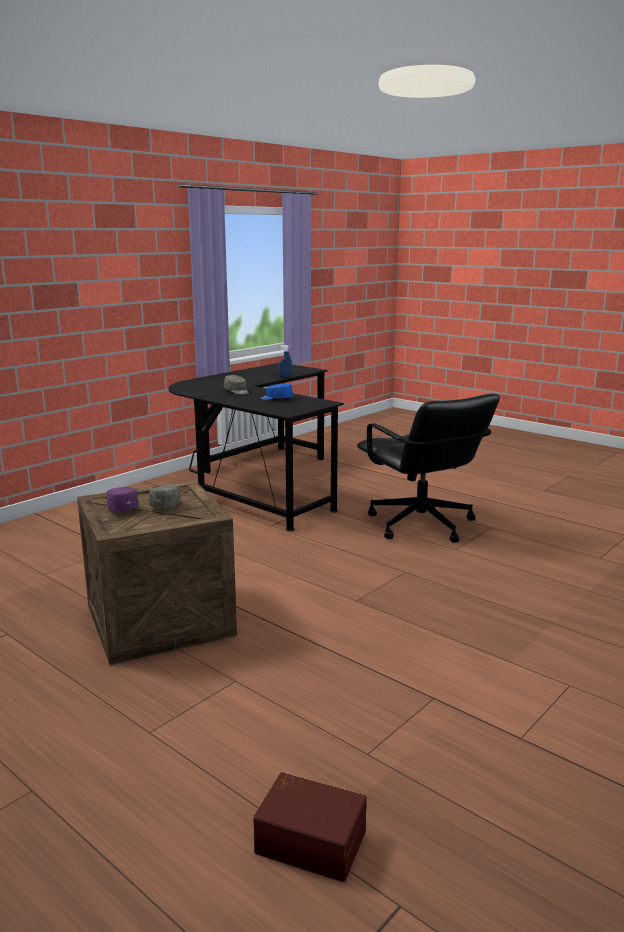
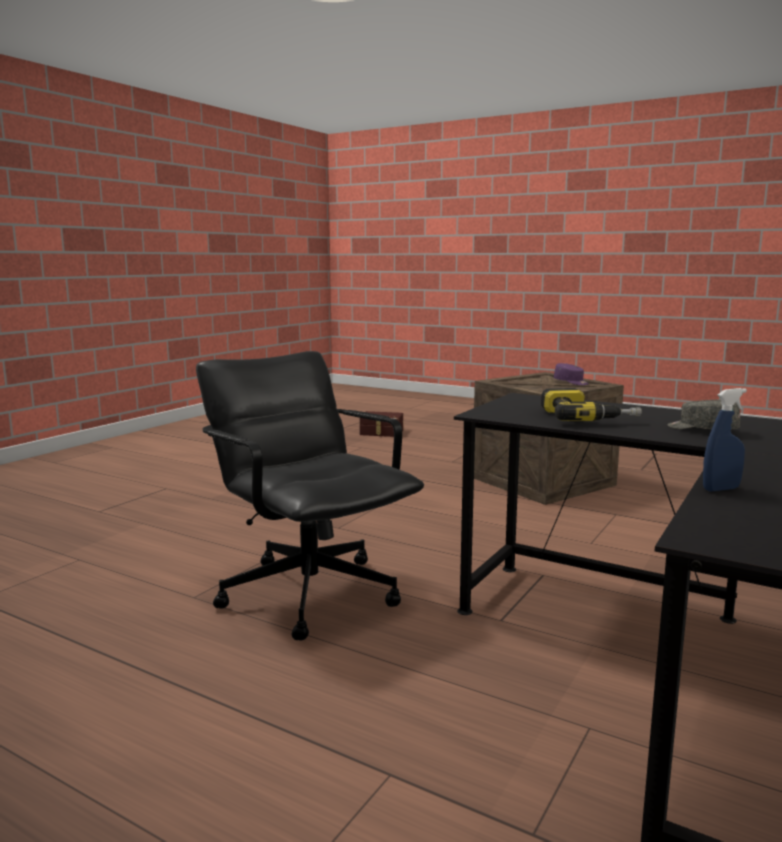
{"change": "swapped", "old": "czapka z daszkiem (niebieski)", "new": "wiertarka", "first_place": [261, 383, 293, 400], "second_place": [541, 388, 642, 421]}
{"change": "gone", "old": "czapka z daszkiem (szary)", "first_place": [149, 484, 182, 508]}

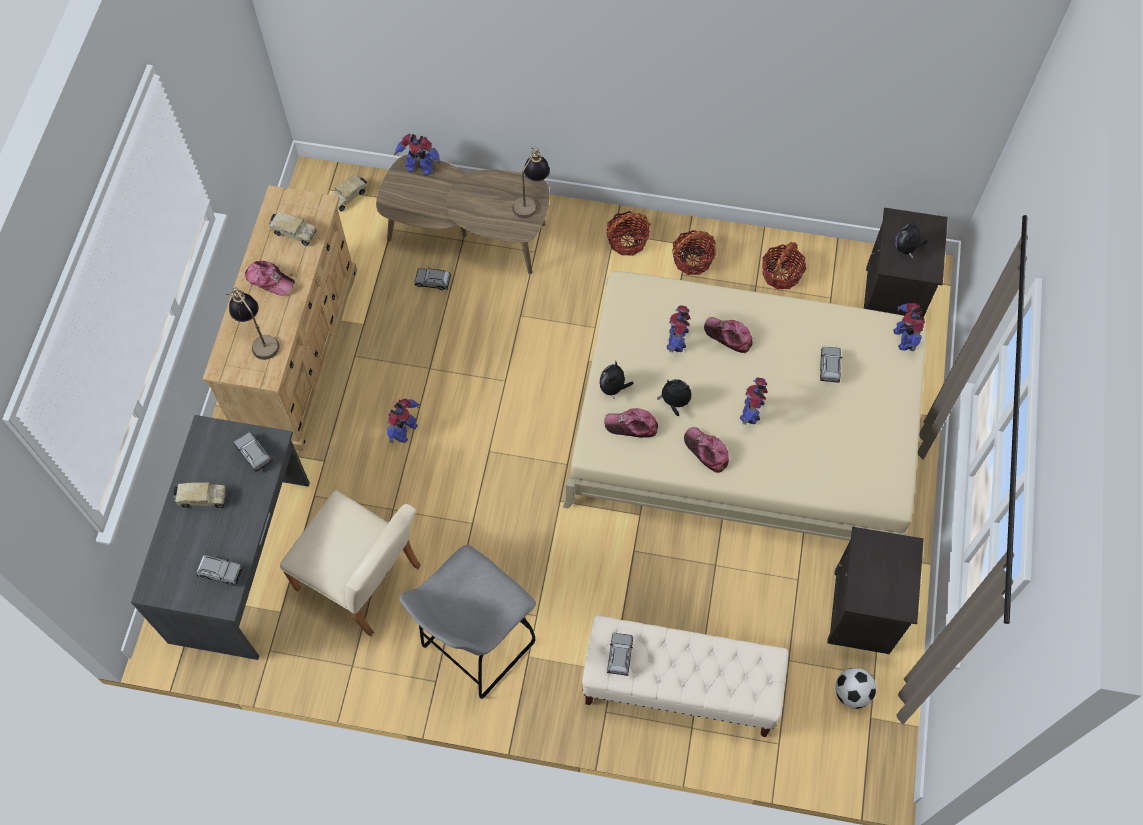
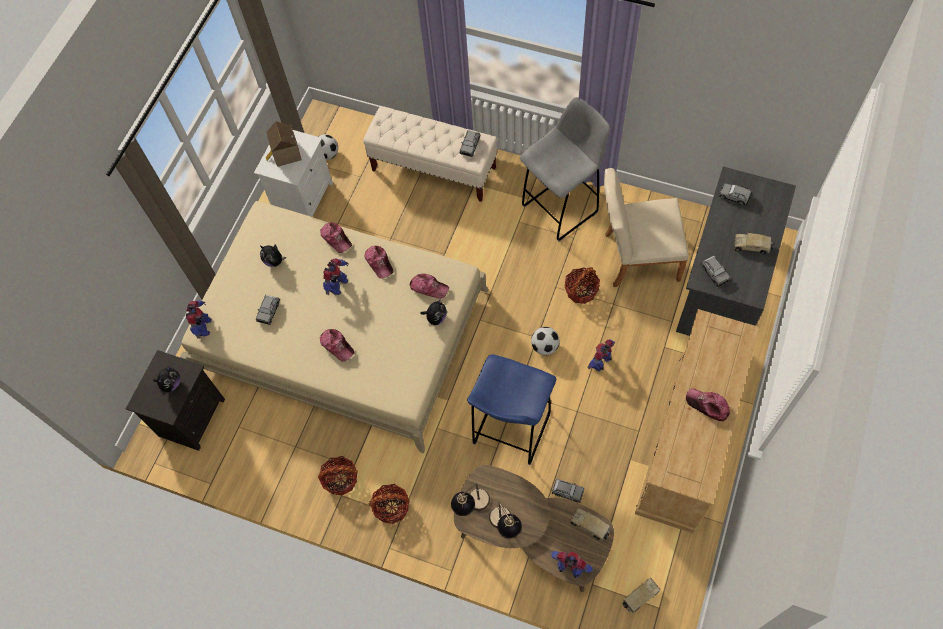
{"change": "repainted", "old": "szafka nocna (czarny)", "new": "szafka nocna (biały)", "first_place": [827, 527, 924, 654], "second_place": [254, 130, 333, 217]}
{"change": "shifted", "old": "pluszak", "first_place": [657, 379, 691, 416], "second_place": [260, 245, 286, 267]}
{"change": "new", "new": "domek", "second_place": [266, 121, 302, 167]}
{"change": "new", "new": "czapka z daszkiem", "second_place": [320, 222, 352, 253]}
{"change": "new", "new": "stołek (niebieski)", "second_place": [467, 354, 556, 465]}
{"change": "shifted", "old": "lampa stołowa", "first_place": [226, 288, 280, 360], "second_place": [489, 502, 522, 539]}
{"change": "new", "new": "piłka futbolowa", "second_place": [531, 327, 560, 355]}
{"change": "shifted", "old": "koszyk", "first_place": [762, 242, 806, 290], "second_place": [565, 267, 600, 304]}
{"change": "shifted", "old": "ciężarówka zabawkowa", "first_place": [269, 212, 317, 246], "second_place": [570, 508, 611, 541]}
{"change": "rotated", "old": "krzesło (beżowy)", "first_place": [280, 490, 421, 636], "second_place": [604, 168, 688, 287], "degrees": -45}
{"change": "gone", "old": "robot zabawkowy", "first_place": [667, 306, 691, 353]}

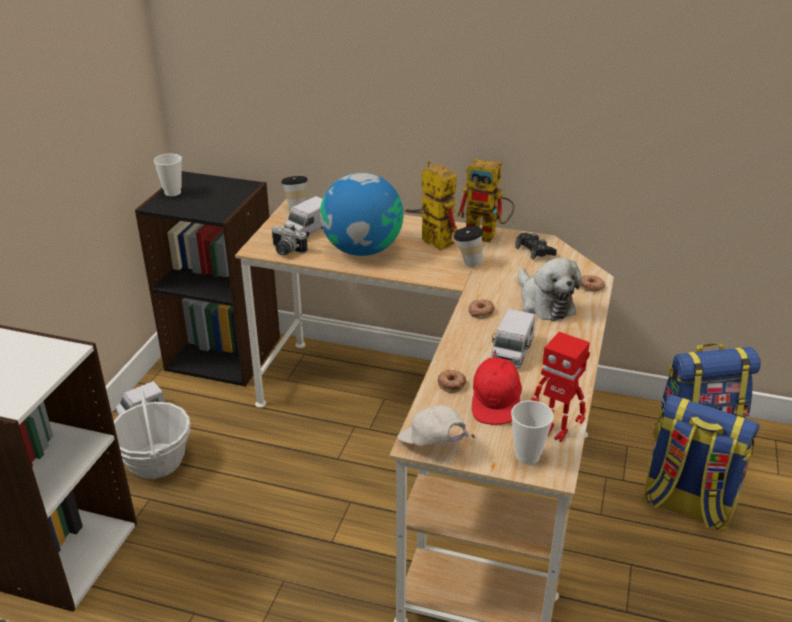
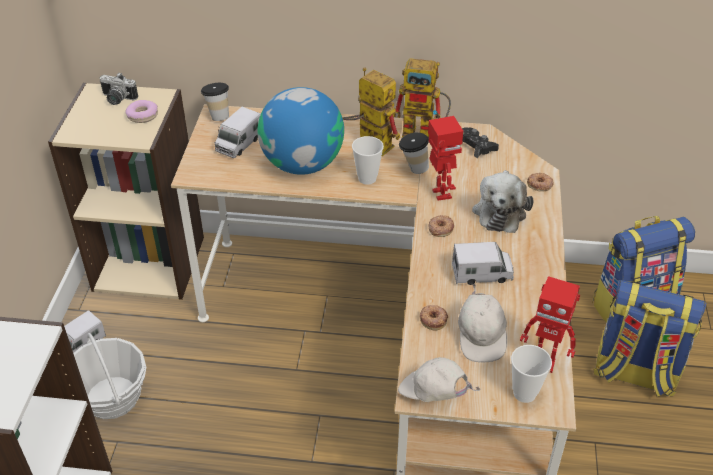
{"change": "repainted", "old": "regał (czarny)", "new": "regał (beżowy)", "first_place": [135, 171, 280, 387], "second_place": [48, 83, 204, 300]}
{"change": "shifted", "old": "aparat fotograficzny", "first_place": [271, 224, 307, 256], "second_place": [100, 73, 138, 105]}
{"change": "new", "new": "donut", "second_place": [126, 100, 158, 123]}
{"change": "shifted", "old": "filiżanka", "first_place": [154, 154, 182, 196], "second_place": [352, 136, 384, 185]}
{"change": "new", "new": "robot zabawkowy", "second_place": [428, 116, 463, 200]}
{"change": "rotated", "old": "ciężarówka zabawkowa", "first_place": [491, 309, 535, 369], "second_place": [452, 242, 514, 285], "degrees": -105}
{"change": "repainted", "old": "czapka z daszkiem (czerwony)", "new": "czapka z daszkiem (biały)", "first_place": [472, 350, 522, 425], "second_place": [458, 283, 507, 363]}
{"change": "rotated", "old": "pluszak", "first_place": [518, 258, 582, 321], "second_place": [472, 170, 533, 233], "degrees": 45}

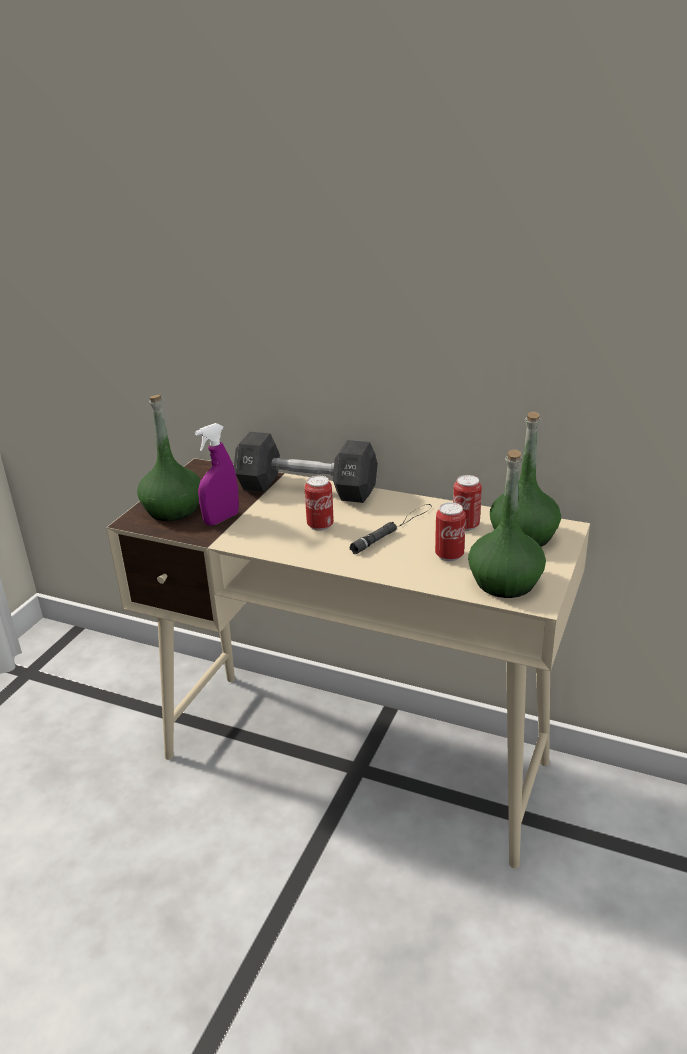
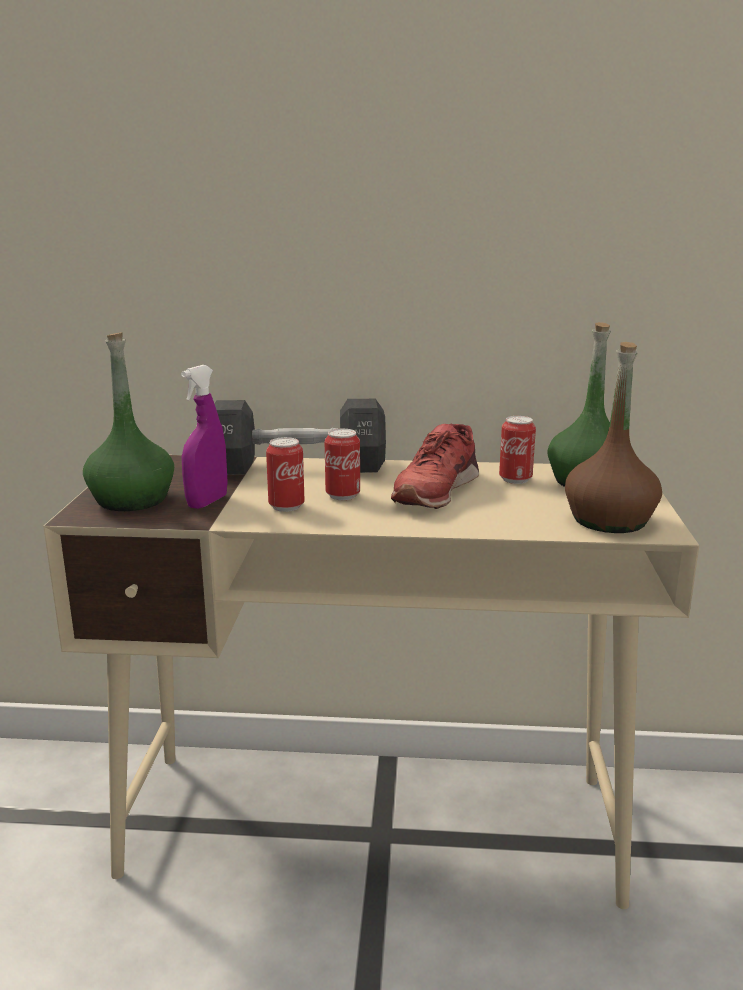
{"change": "shifted", "old": "puszka", "first_place": [435, 502, 466, 561], "second_place": [266, 437, 305, 512]}
{"change": "swapped", "old": "latarka (czarny)", "new": "but (czerwony)", "first_place": [349, 504, 432, 554], "second_place": [391, 424, 479, 509]}
{"change": "repainted", "old": "butelka (zielony)", "new": "butelka (brązowy)", "first_place": [468, 450, 546, 598], "second_place": [565, 342, 662, 533]}

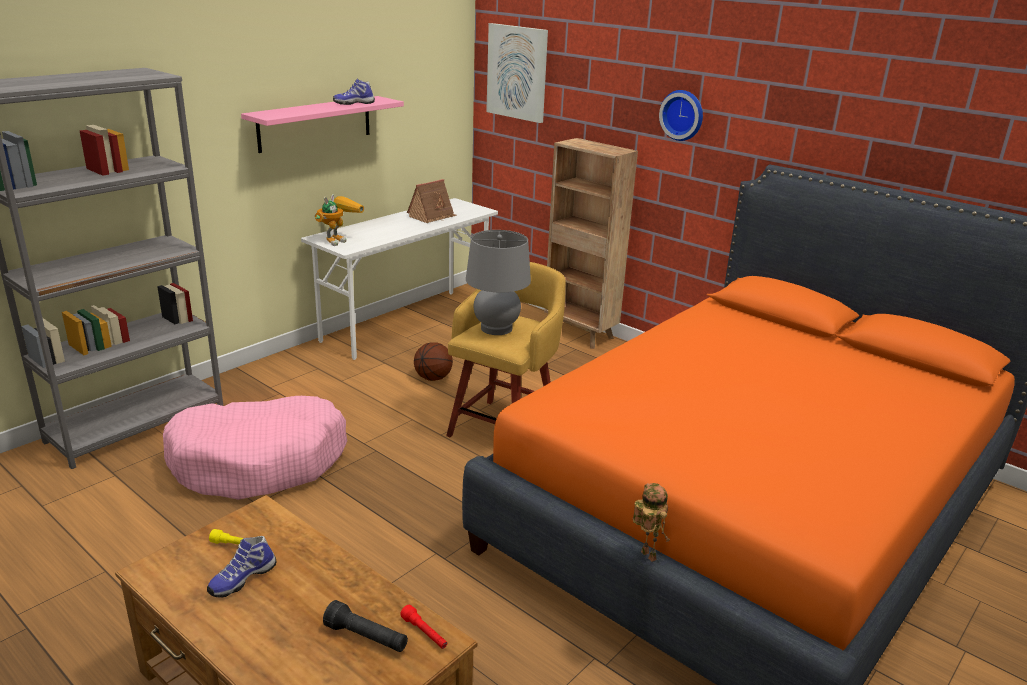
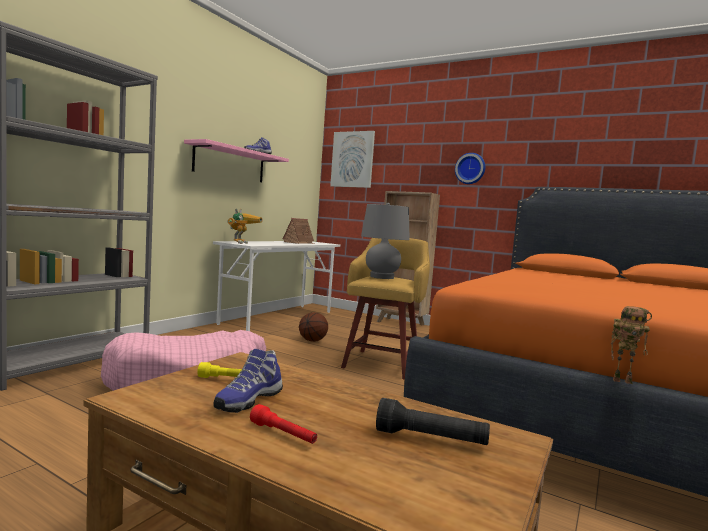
{"change": "shifted", "old": "latarka (czerwony)", "first_place": [400, 605, 447, 649], "second_place": [250, 404, 317, 444]}
{"change": "rotated", "old": "robot zabawkowy", "first_place": [633, 483, 670, 562], "second_place": [611, 306, 652, 384], "degrees": 150}

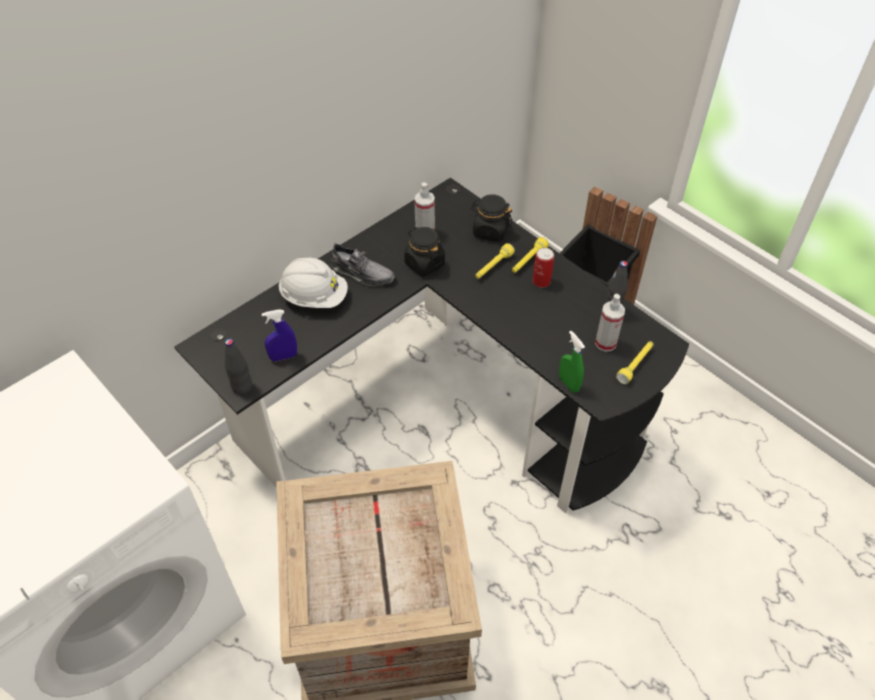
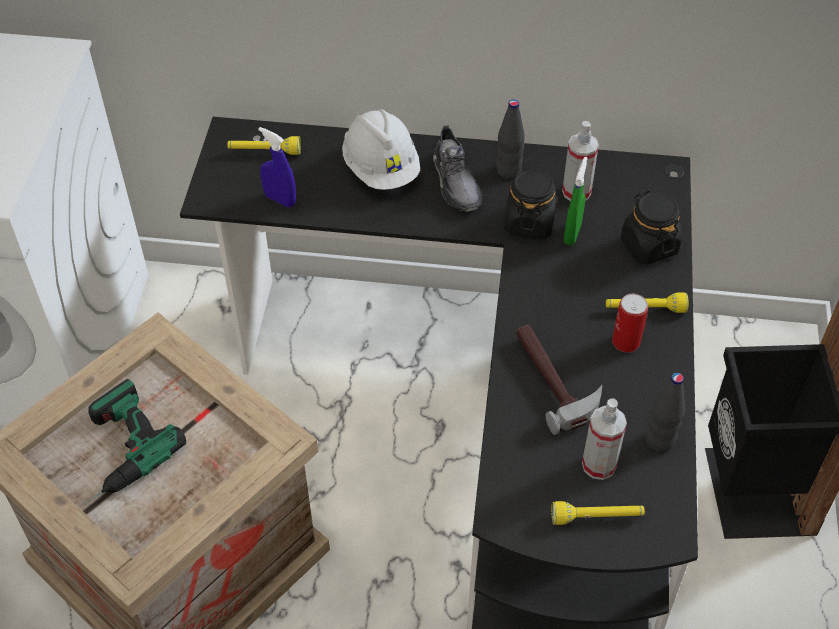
{"change": "new", "new": "wiertarka", "second_place": [84, 379, 186, 505]}
{"change": "shifted", "old": "latarka (żółty)", "first_place": [475, 243, 515, 279], "second_place": [227, 136, 301, 155]}
{"change": "shifted", "old": "butelka (czarny)", "first_place": [225, 339, 252, 395], "second_place": [496, 99, 525, 179]}
{"change": "new", "new": "młotek", "second_place": [516, 325, 602, 435]}
{"change": "shifted", "old": "spryskiwacz (zielony)", "first_place": [559, 331, 585, 393], "second_place": [564, 157, 588, 245]}

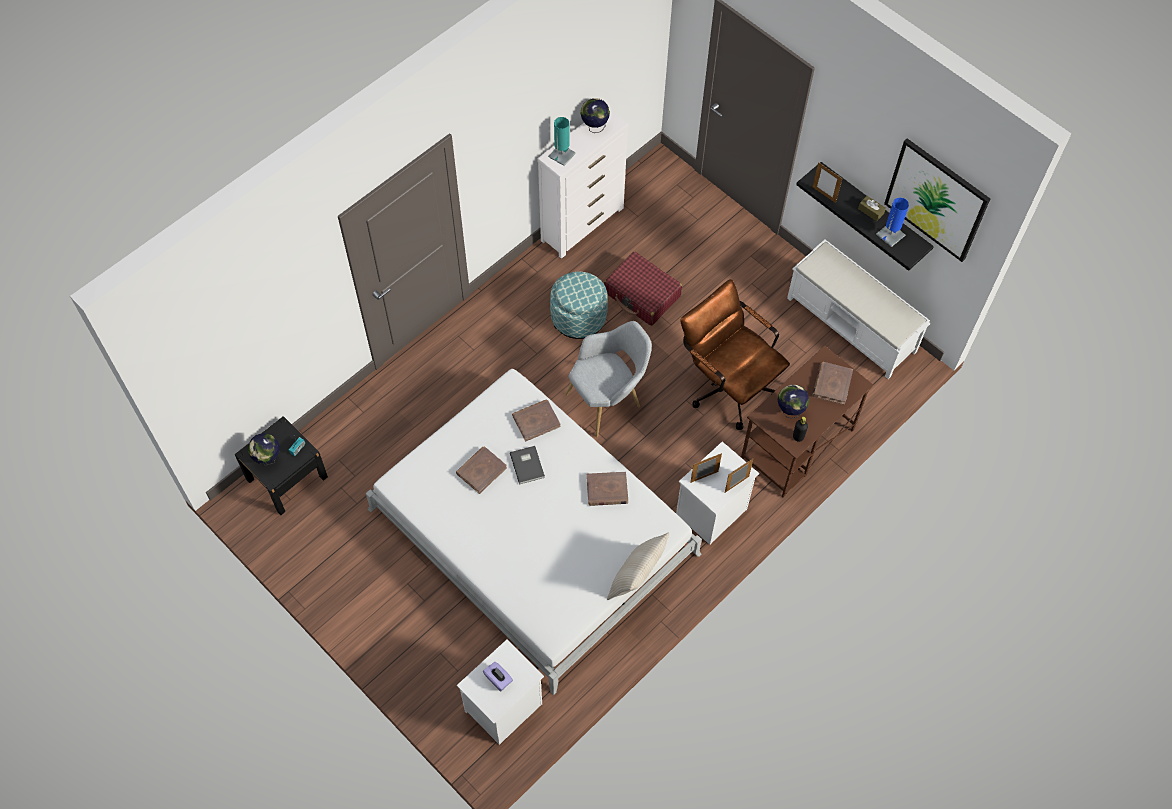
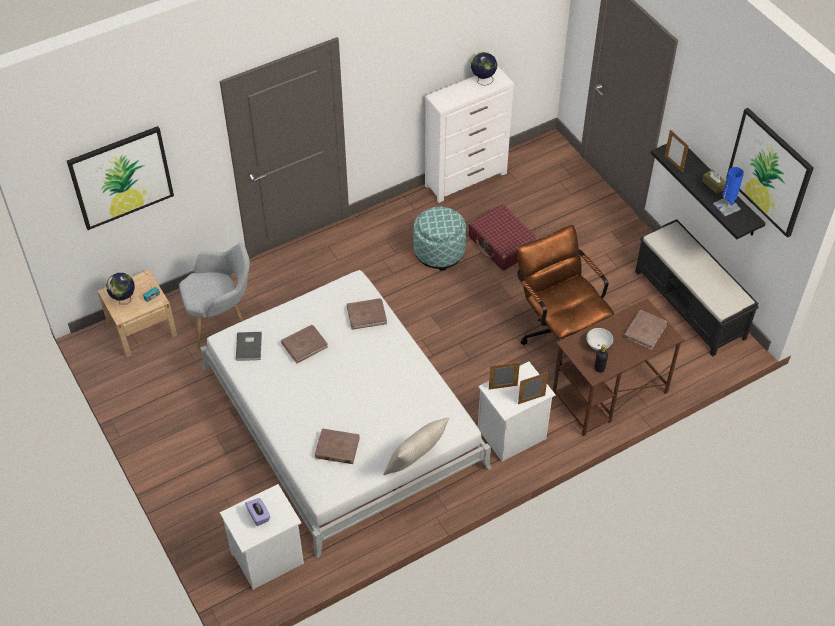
{"change": "new", "new": "obraz", "second_place": [67, 126, 174, 230]}
{"change": "repainted", "old": "szafka nocna (czarny)", "new": "szafka nocna (beżowy)", "first_place": [235, 416, 328, 515], "second_place": [98, 270, 177, 357]}
{"change": "shifted", "old": "fotel (szary)", "first_place": [565, 321, 652, 437], "second_place": [179, 243, 250, 350]}
{"change": "shifted", "old": "książka (szary)", "first_place": [510, 446, 545, 484], "second_place": [236, 332, 262, 361]}
{"change": "shifted", "old": "książka (brązowy)", "first_place": [586, 472, 628, 506], "second_place": [315, 428, 360, 464]}
{"change": "swapped", "old": "globus", "new": "miska (biały)", "first_place": [778, 385, 809, 419], "second_place": [586, 328, 613, 351]}
{"change": "repainted", "old": "ławka (biały)", "new": "ławka (czarny)", "first_place": [787, 239, 930, 379], "second_place": [635, 219, 759, 357]}
{"change": "gone", "old": "lampa stołowa (turkusowy)", "first_place": [548, 117, 576, 166]}

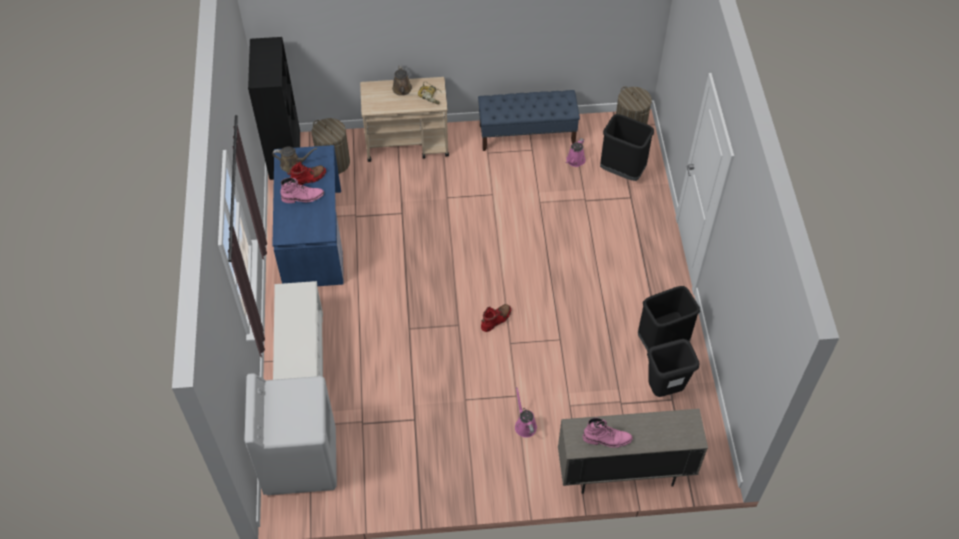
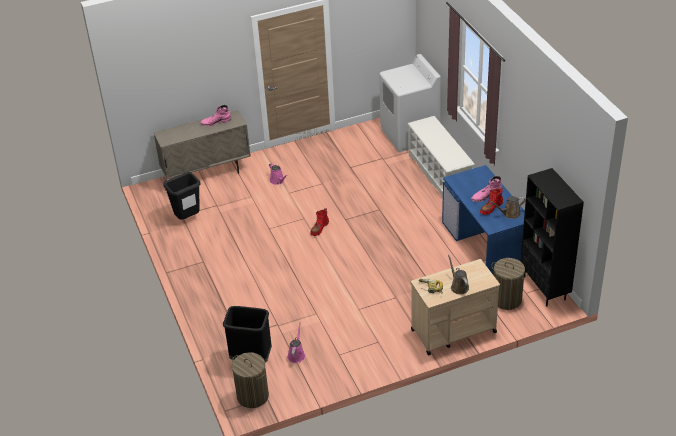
{"change": "gone", "old": "ławka (niebieski)", "first_place": [478, 90, 580, 151]}
{"change": "gone", "old": "kosz na śmieci (czarny)", "first_place": [638, 286, 700, 351]}

